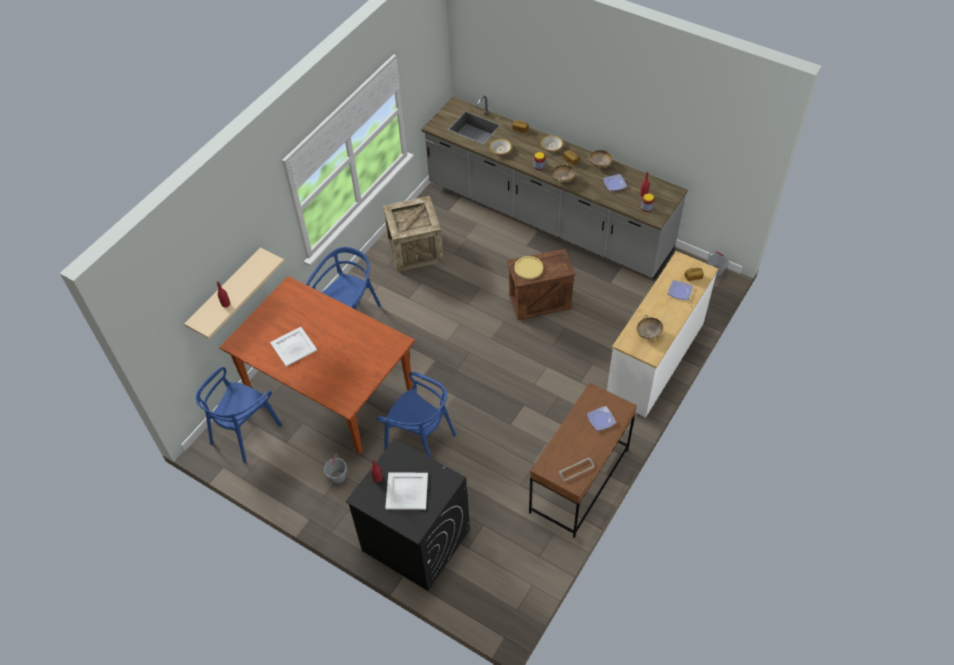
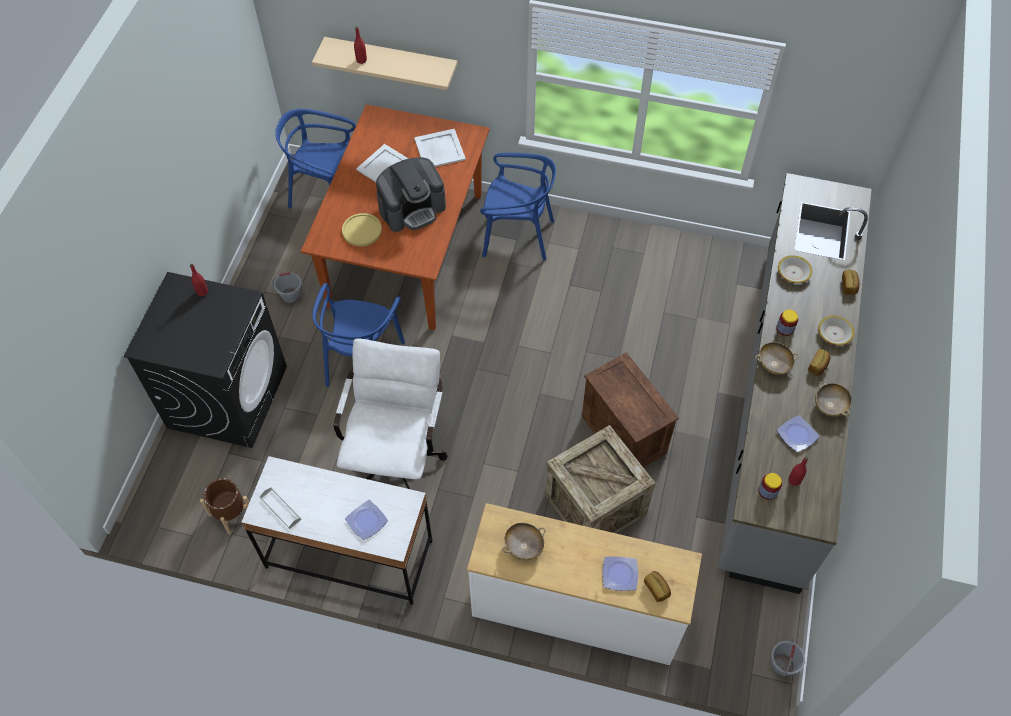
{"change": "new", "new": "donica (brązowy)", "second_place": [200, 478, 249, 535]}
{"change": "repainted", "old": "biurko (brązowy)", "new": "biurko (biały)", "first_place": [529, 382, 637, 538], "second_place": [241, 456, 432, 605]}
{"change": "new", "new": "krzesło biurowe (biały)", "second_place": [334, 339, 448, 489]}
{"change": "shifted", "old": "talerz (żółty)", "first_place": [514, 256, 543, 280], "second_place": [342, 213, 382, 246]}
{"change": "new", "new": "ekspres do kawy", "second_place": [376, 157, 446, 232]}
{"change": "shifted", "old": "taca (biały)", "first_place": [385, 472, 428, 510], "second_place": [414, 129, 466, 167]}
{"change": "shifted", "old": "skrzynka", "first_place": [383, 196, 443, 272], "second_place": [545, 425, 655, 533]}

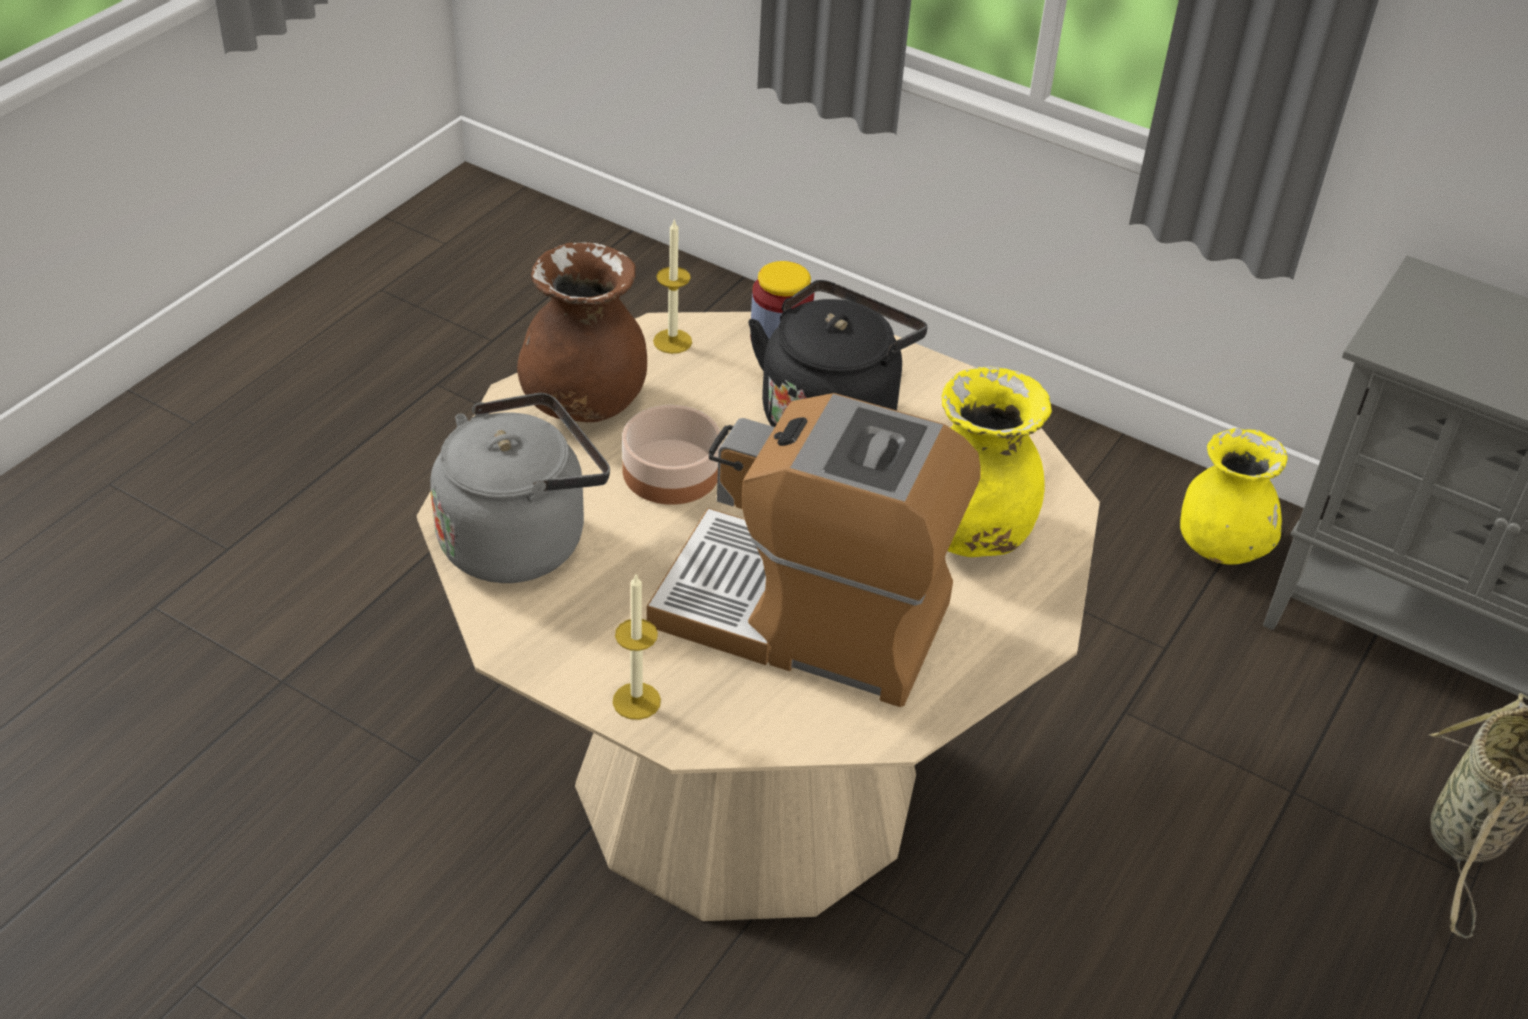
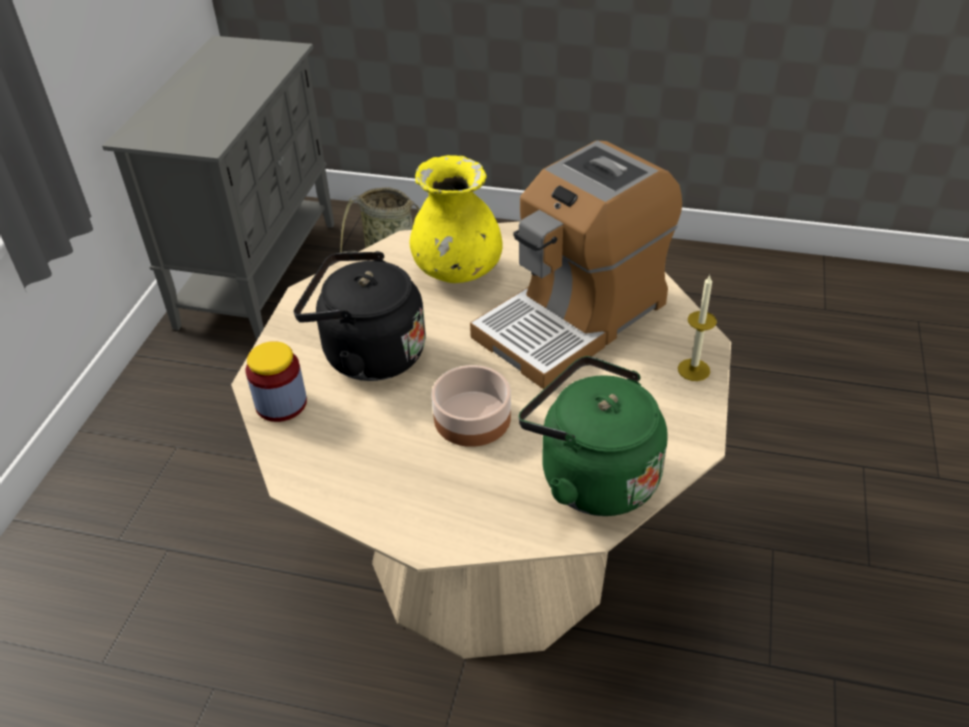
{"change": "rotated", "old": "ekspres do kawy", "first_place": [647, 393, 980, 707], "second_place": [470, 141, 682, 389], "degrees": 45}
{"change": "repainted", "old": "czajnik (szary)", "new": "czajnik (zielony)", "first_place": [430, 393, 610, 583], "second_place": [518, 356, 668, 516]}
{"change": "gone", "old": "wazon (brązowy)", "first_place": [517, 242, 647, 422]}
{"change": "gone", "old": "świeca", "first_place": [653, 219, 692, 354]}
{"change": "gone", "old": "wazon (żółty)", "first_place": [1180, 428, 1287, 565]}

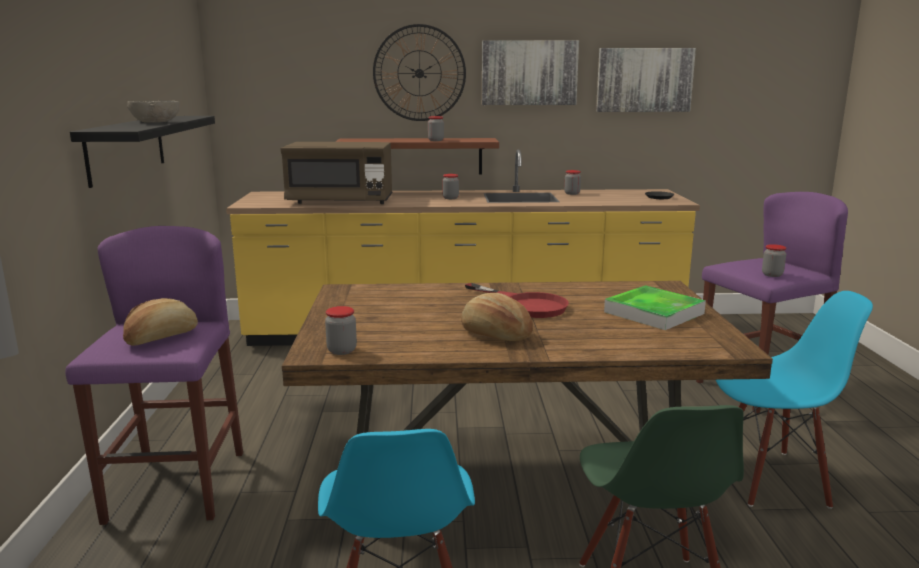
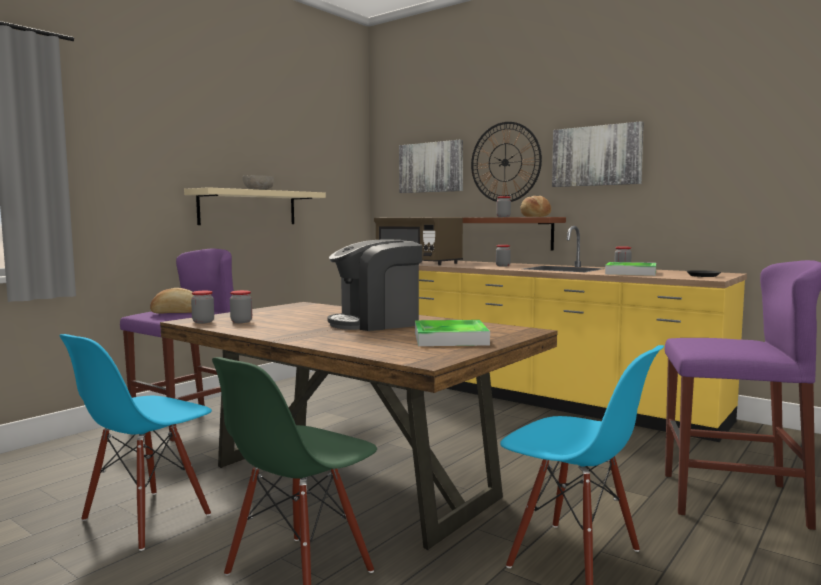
{"change": "repainted", "old": "półka (czarny)", "new": "półka (beżowy)", "first_place": [70, 116, 215, 188], "second_place": [184, 187, 326, 225]}
{"change": "shifted", "old": "słoik", "first_place": [762, 244, 786, 277], "second_place": [230, 290, 252, 323]}
{"change": "swapped", "old": "patelnia (czerwony)", "new": "ekspres do kawy", "first_place": [465, 283, 569, 318], "second_place": [328, 240, 422, 331]}
{"change": "shifted", "old": "obraz", "first_place": [596, 48, 696, 112], "second_place": [399, 140, 463, 193]}
{"change": "shifted", "old": "chleb", "first_place": [461, 293, 533, 341], "second_place": [520, 196, 551, 217]}
{"change": "new", "new": "taca", "second_place": [605, 262, 656, 276]}

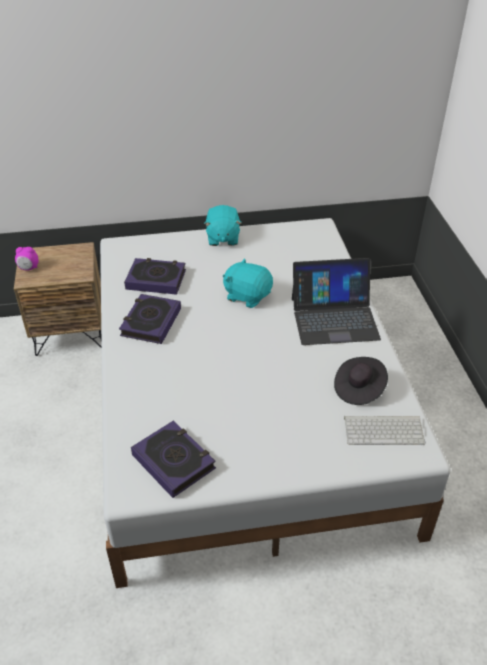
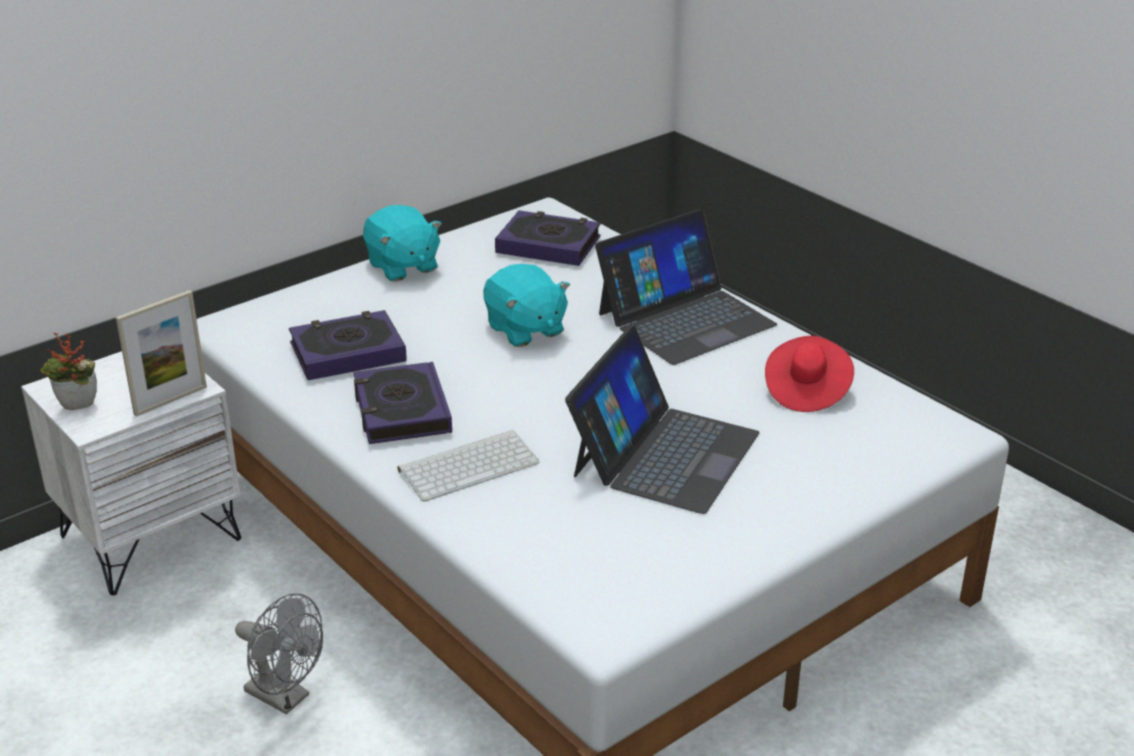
{"change": "repainted", "old": "szafka nocna (brązowy)", "new": "szafka nocna (biały)", "first_place": [14, 242, 102, 356], "second_place": [21, 351, 241, 595]}
{"change": "swapped", "old": "budzik", "new": "roślina doniczkowa", "first_place": [15, 247, 39, 270], "second_place": [41, 333, 97, 410]}
{"change": "new", "new": "ramka na zdjęcie", "second_place": [116, 290, 207, 416]}
{"change": "new", "new": "wentylator (szary)", "second_place": [235, 593, 323, 714]}
{"change": "shifted", "old": "klawiatura", "first_place": [344, 416, 425, 445], "second_place": [397, 430, 540, 501]}
{"change": "rotated", "old": "pluszak (turkusowy)", "first_place": [223, 258, 273, 308], "second_place": [483, 264, 570, 347], "degrees": -120}
{"change": "shifted", "old": "książka", "first_place": [131, 421, 216, 498], "second_place": [495, 210, 601, 266]}
{"change": "new", "new": "laptop", "second_place": [565, 326, 759, 514]}
{"change": "repainted", "old": "kapelusz (czarny)", "new": "kapelusz (czerwony)", "first_place": [334, 357, 388, 405], "second_place": [765, 336, 854, 412]}

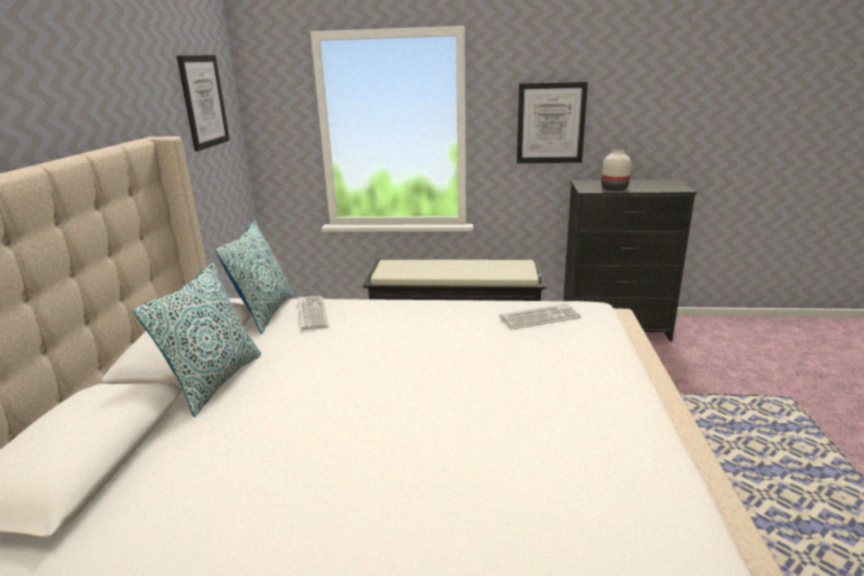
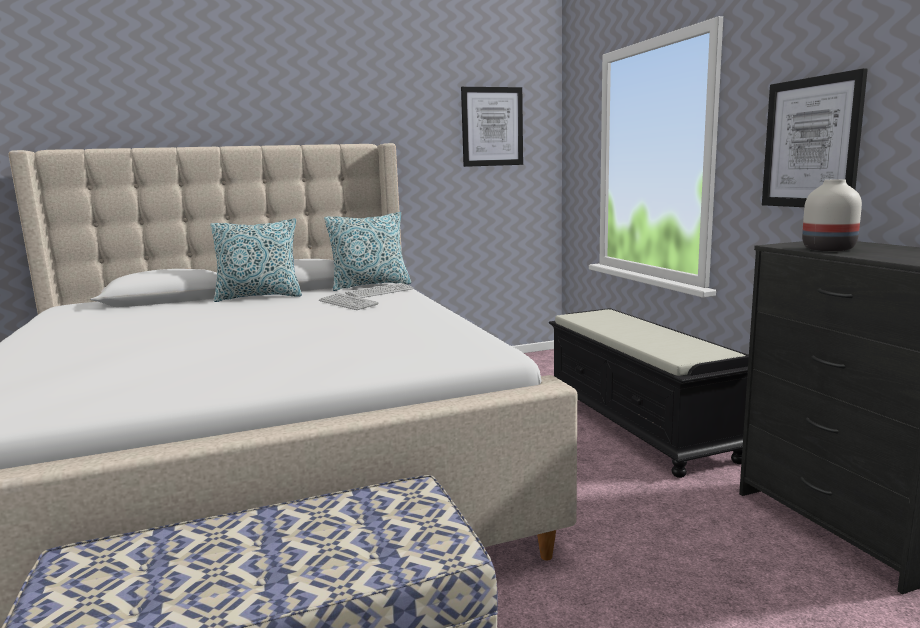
{"change": "shifted", "old": "klawiatura", "first_place": [499, 303, 581, 330], "second_place": [319, 293, 378, 310]}

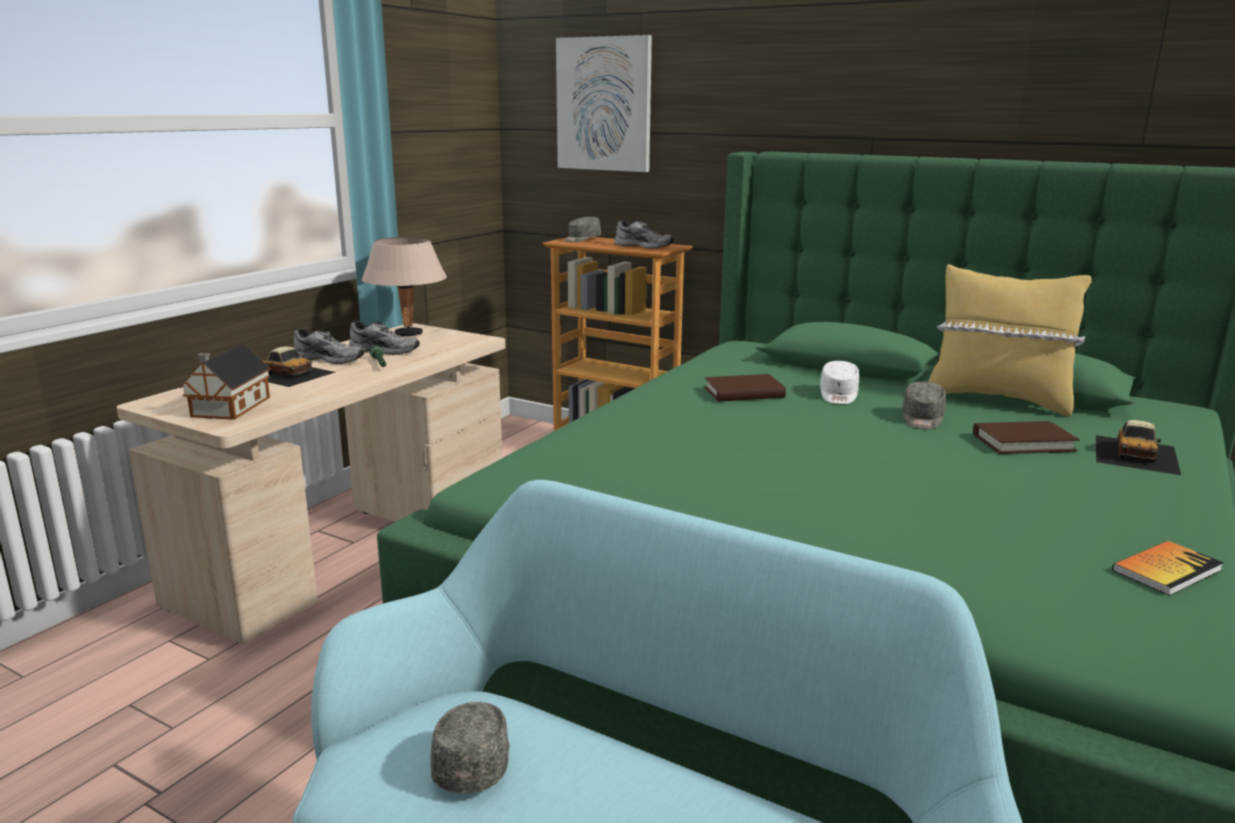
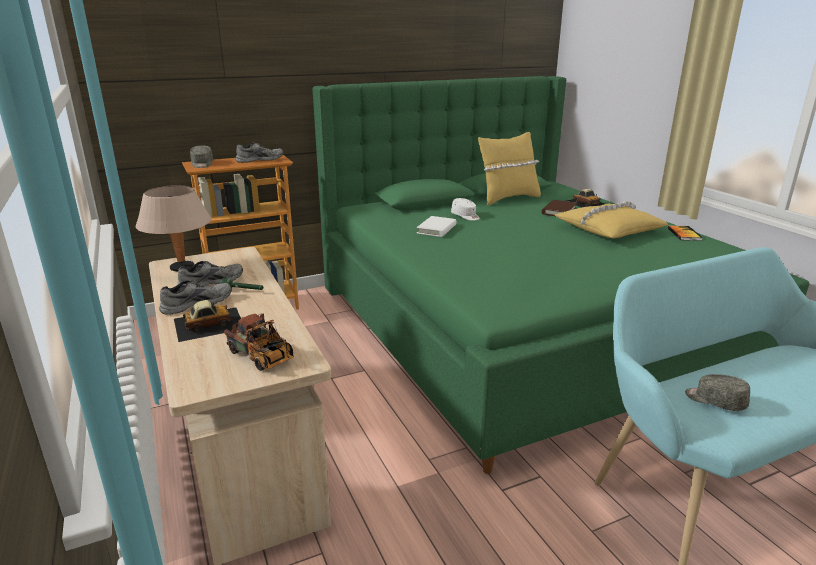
{"change": "swapped", "old": "domek", "new": "ciężarówka zabawkowa", "first_place": [180, 344, 271, 420], "second_place": [224, 313, 294, 371]}
{"change": "repainted", "old": "książka (brązowy)", "new": "książka (biały)", "first_place": [704, 374, 786, 402], "second_place": [417, 216, 457, 237]}
{"change": "new", "new": "poduszka (żółty)", "second_place": [555, 201, 668, 238]}
{"change": "gone", "old": "obraz", "first_place": [556, 35, 652, 172]}
{"change": "gone", "old": "czapka z daszkiem (szary)", "first_place": [902, 381, 946, 429]}

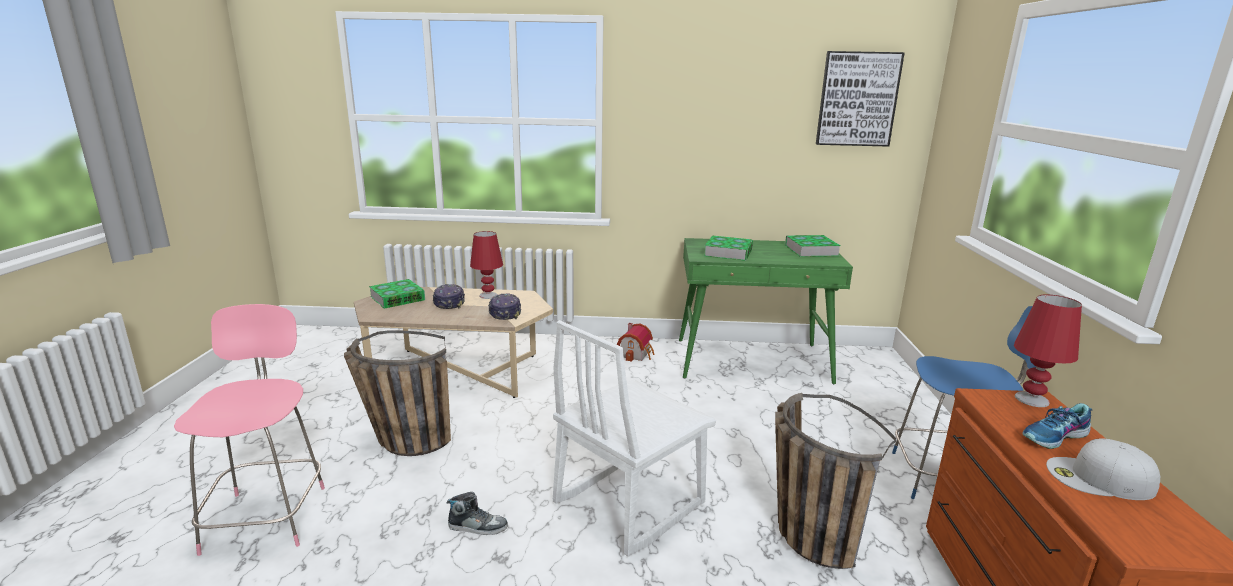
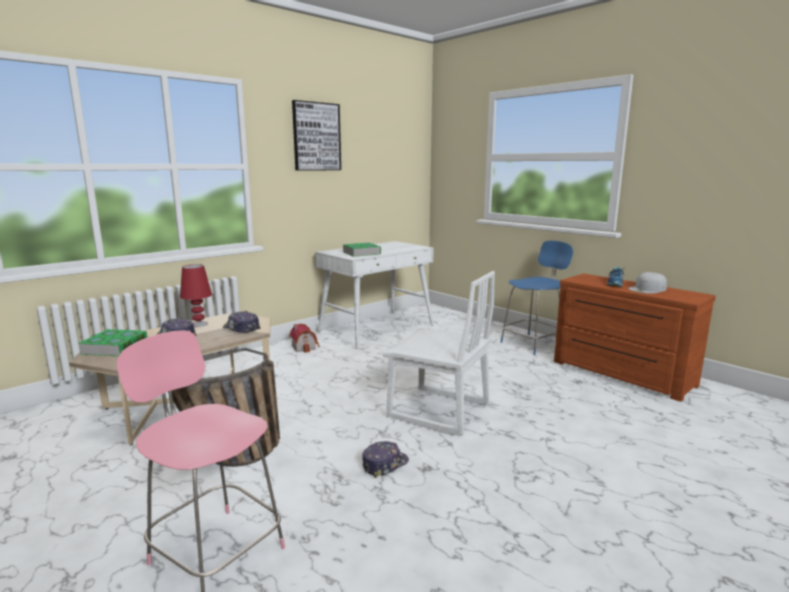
{"change": "shifted", "old": "obraz", "first_place": [816, 51, 905, 147], "second_place": [292, 100, 341, 171]}
{"change": "repainted", "old": "biurko (zielony)", "new": "biurko (biały)", "first_place": [679, 238, 853, 385], "second_place": [315, 241, 434, 349]}
{"change": "swapped", "old": "but", "new": "czapka z daszkiem", "first_place": [447, 492, 508, 535], "second_place": [362, 441, 409, 478]}
{"change": "rotated", "old": "krzesło (biały)", "first_place": [553, 320, 716, 557], "second_place": [383, 271, 495, 436], "degrees": -60}
{"change": "gone", "old": "koszyk", "first_place": [775, 393, 896, 569]}
{"change": "gone", "old": "książka", "first_place": [785, 235, 841, 257]}
{"change": "gone", "old": "lampa stołowa (czerwony)", "first_place": [1014, 294, 1082, 407]}

